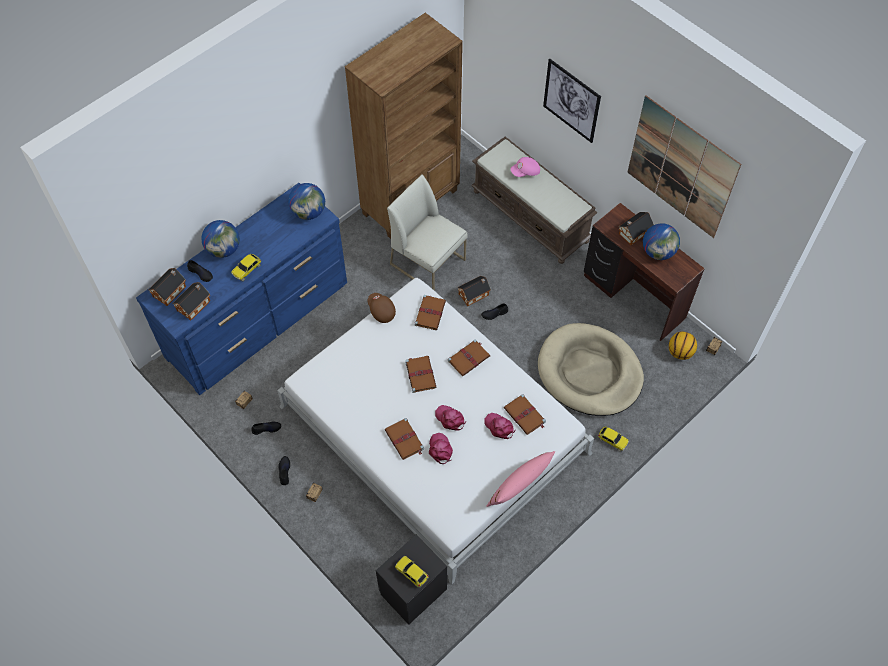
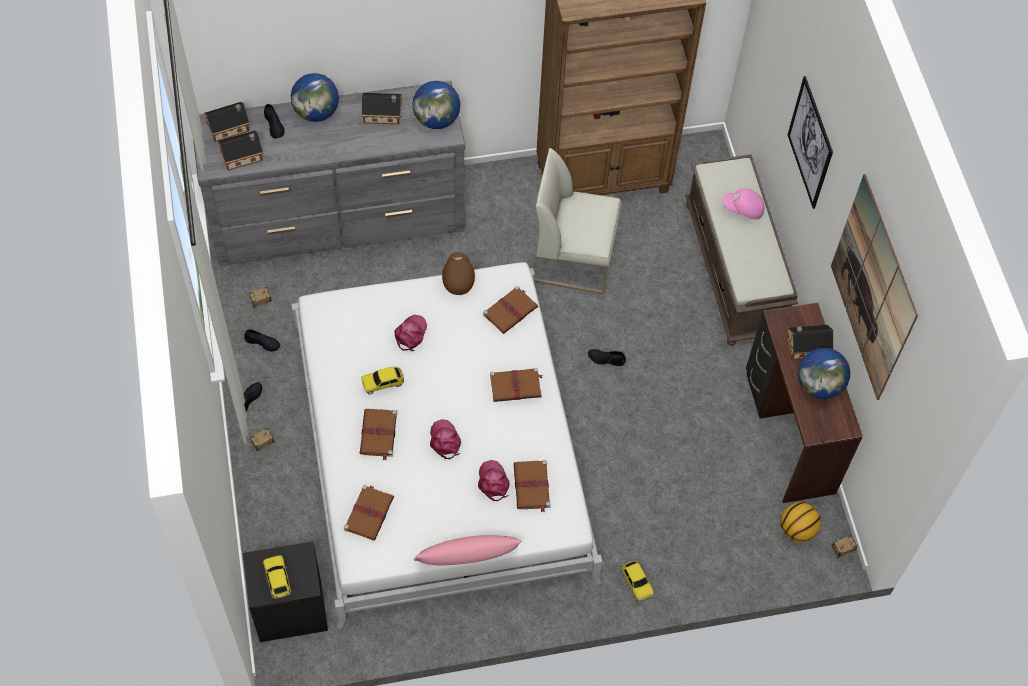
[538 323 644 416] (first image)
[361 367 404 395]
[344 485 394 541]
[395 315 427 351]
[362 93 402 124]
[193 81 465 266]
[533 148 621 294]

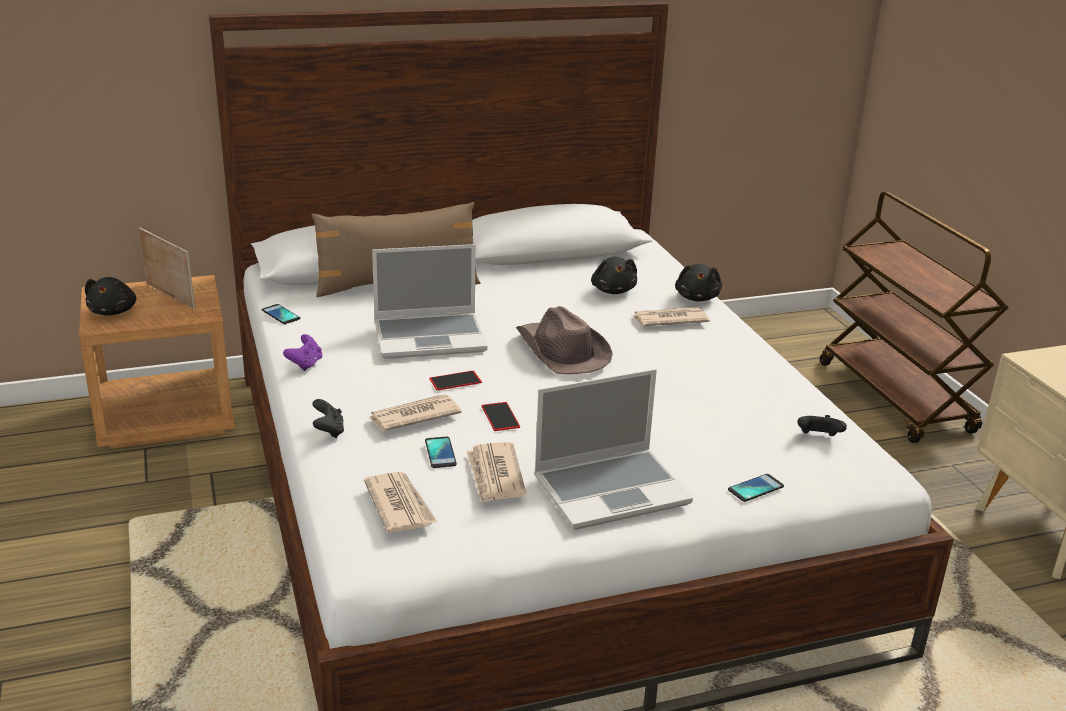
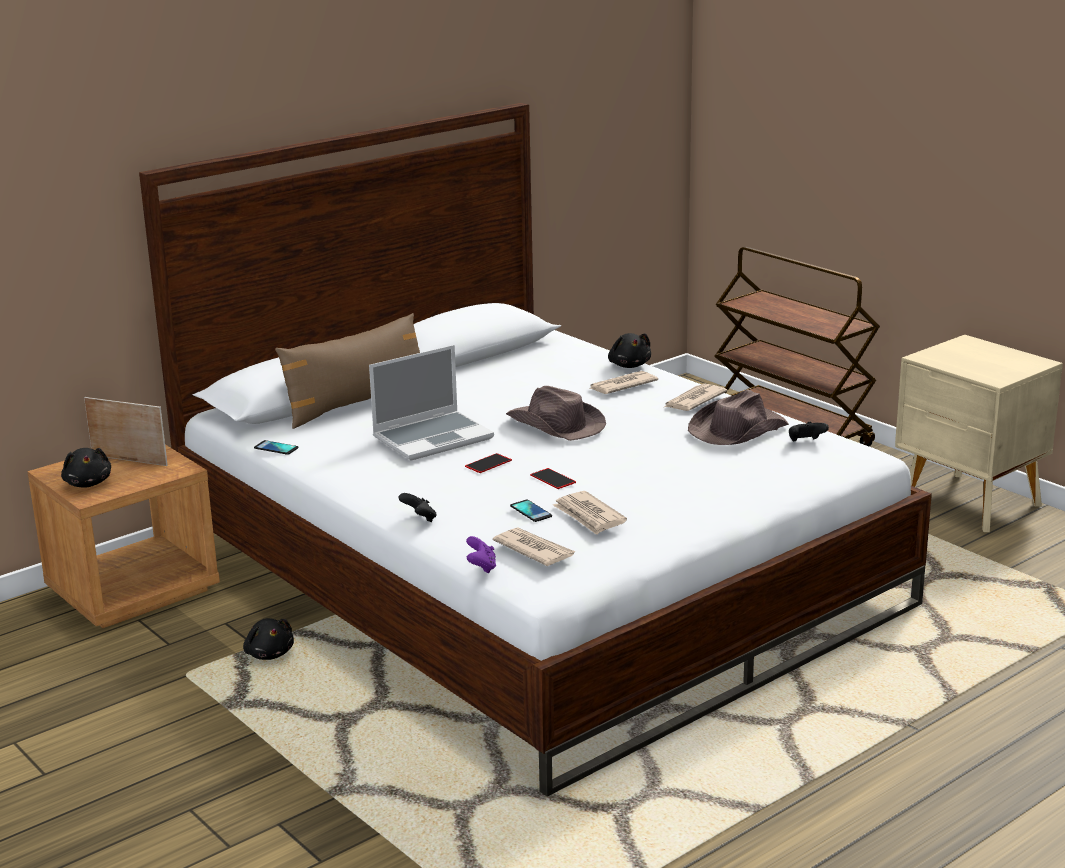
[534 369 693 530] (first image)
[728 474 784 502] (first image)
[688 390 789 445]
[466 536 496 573]
[665 384 727 411]
[243 618 294 660]

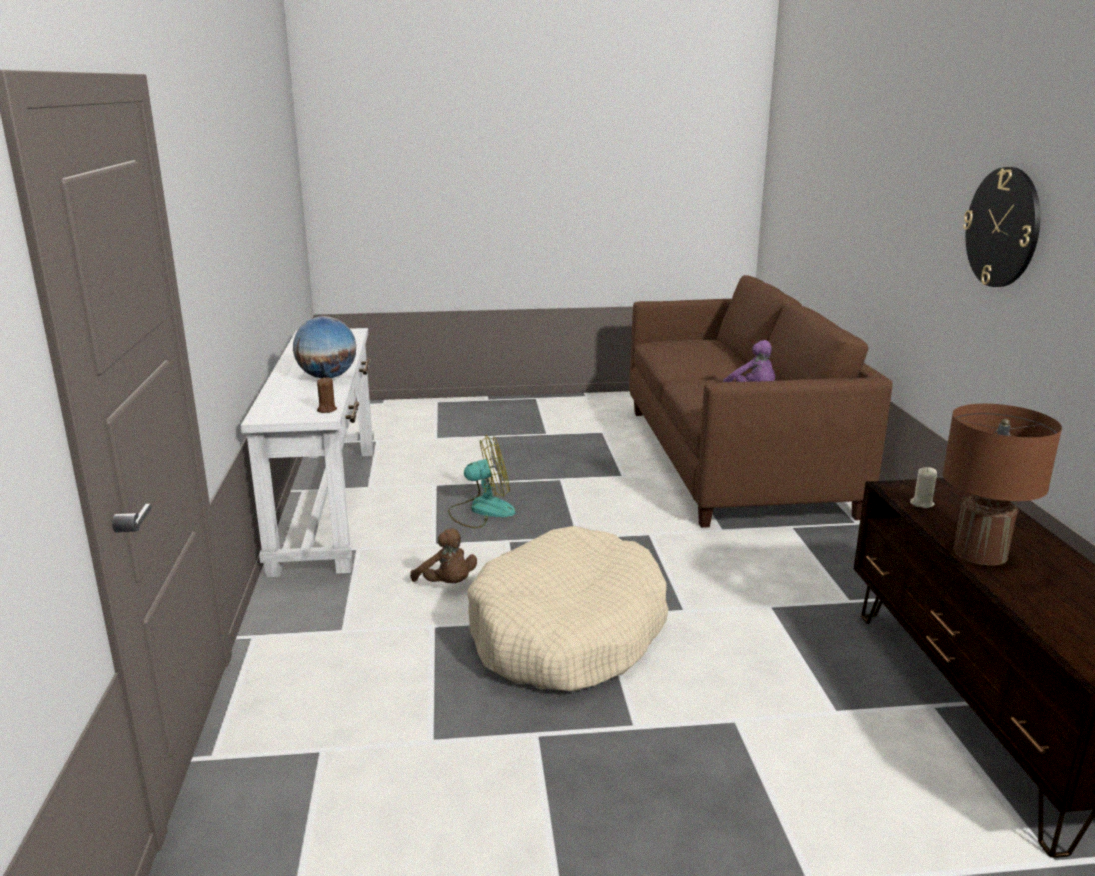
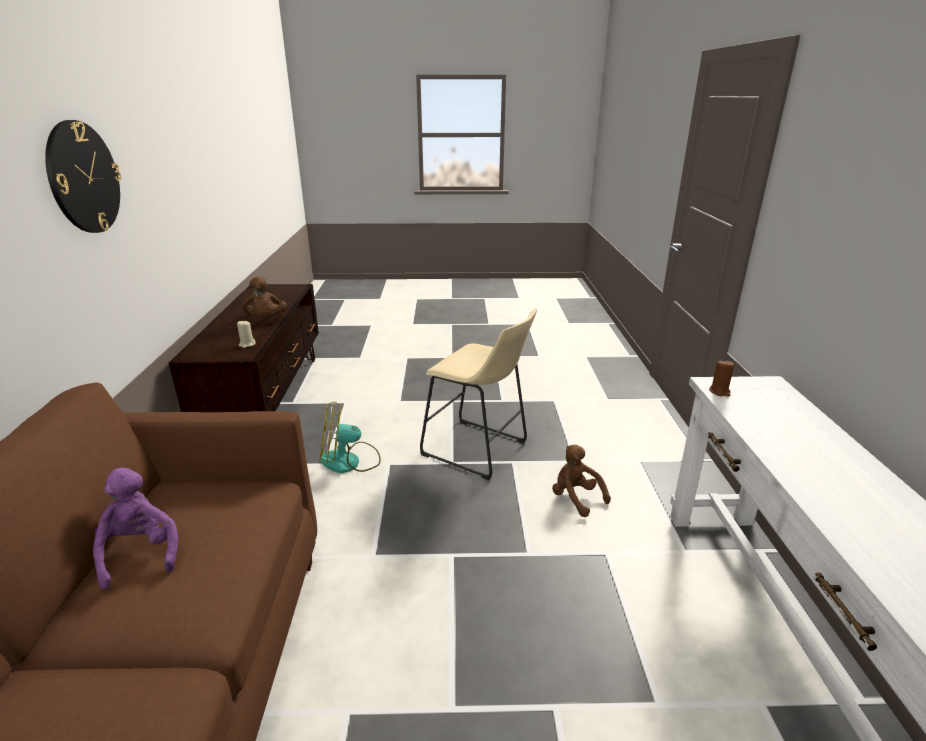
[293 316 356 378] (first image)
[320 401 381 473]
[420 308 537 480]
[242 276 287 317]

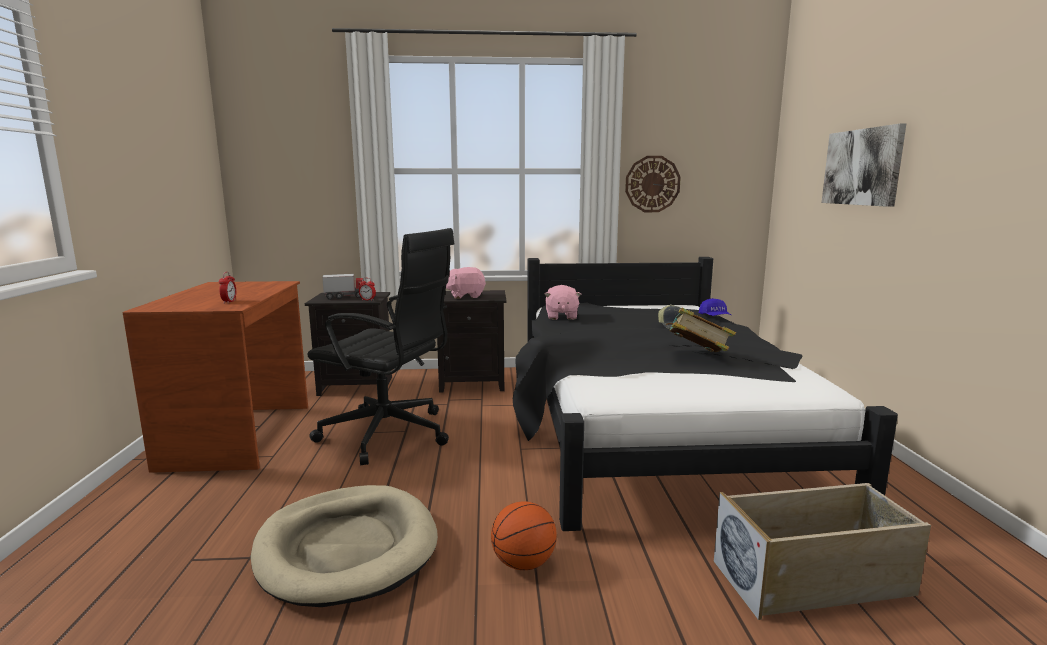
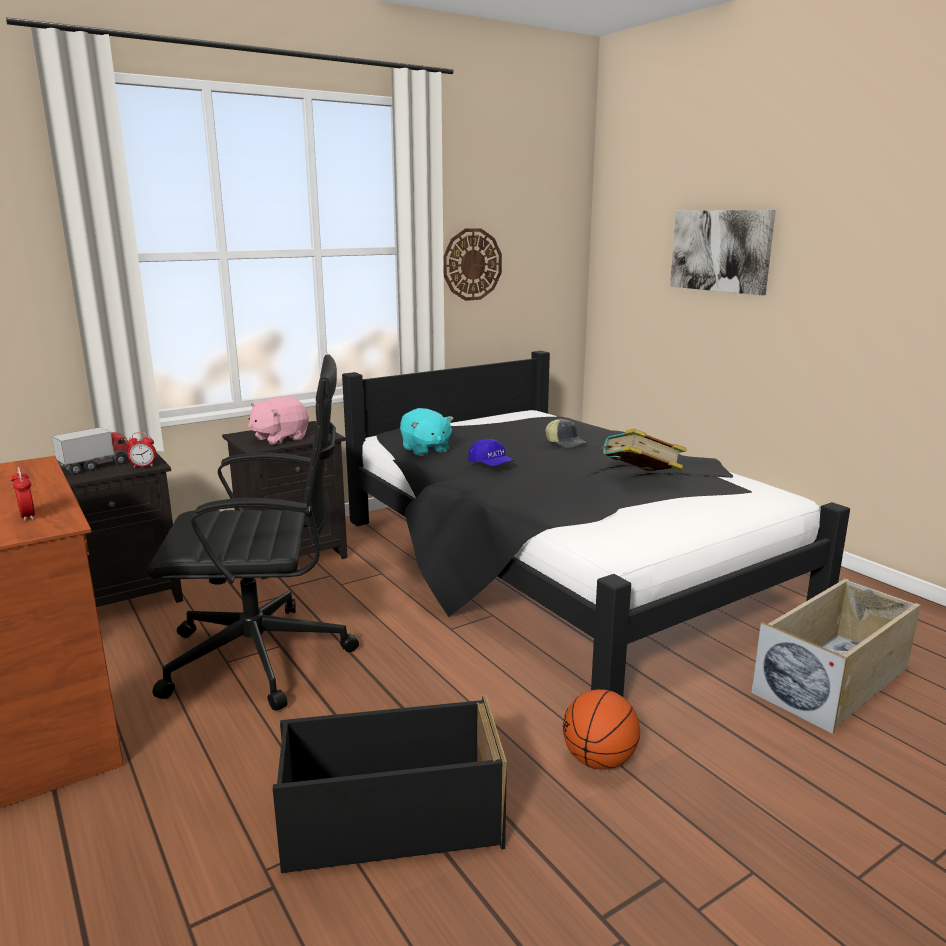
[468 439 515 466]
[273 695 507 873]
[400 408 454 456]

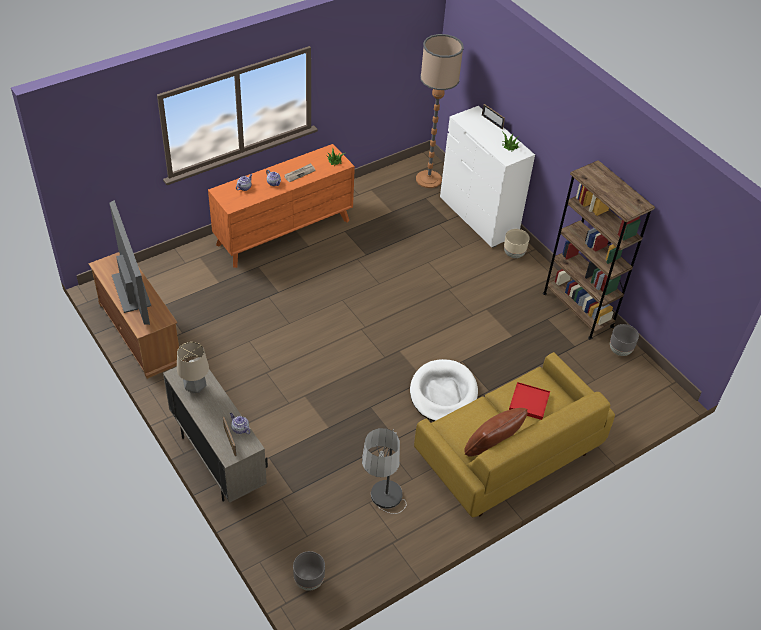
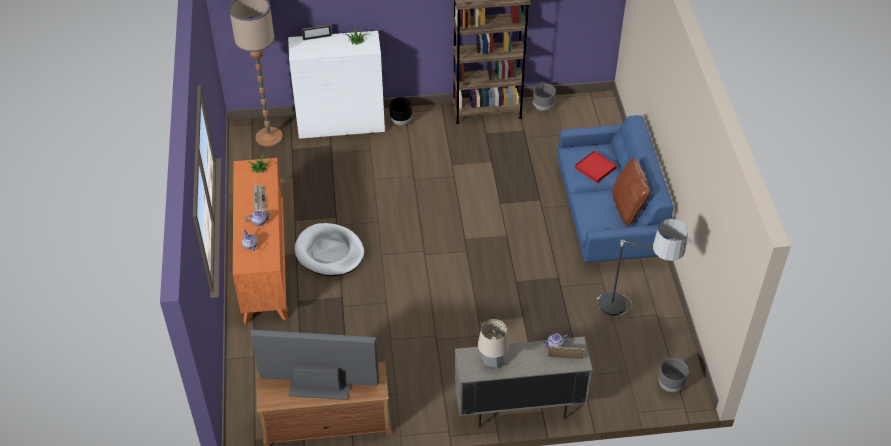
[295 223 364 276]
[558 115 673 263]
[389 97 412 126]

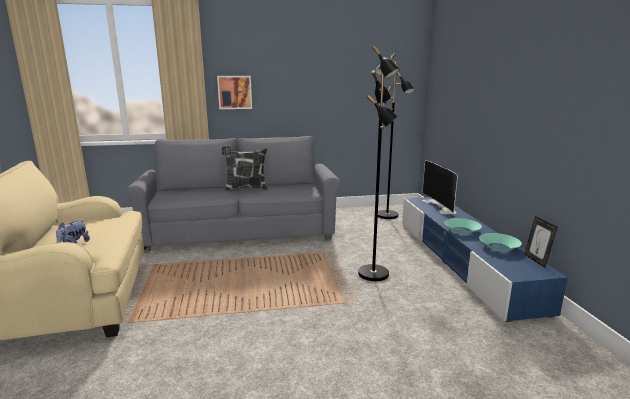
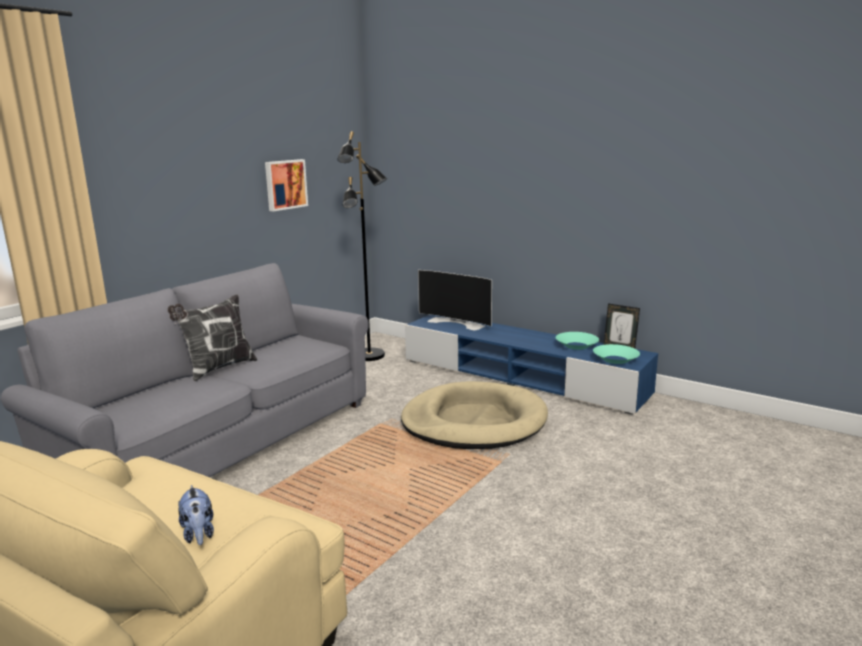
[265 159 308 211]
[593 344 640 364]
[401 381 548 449]

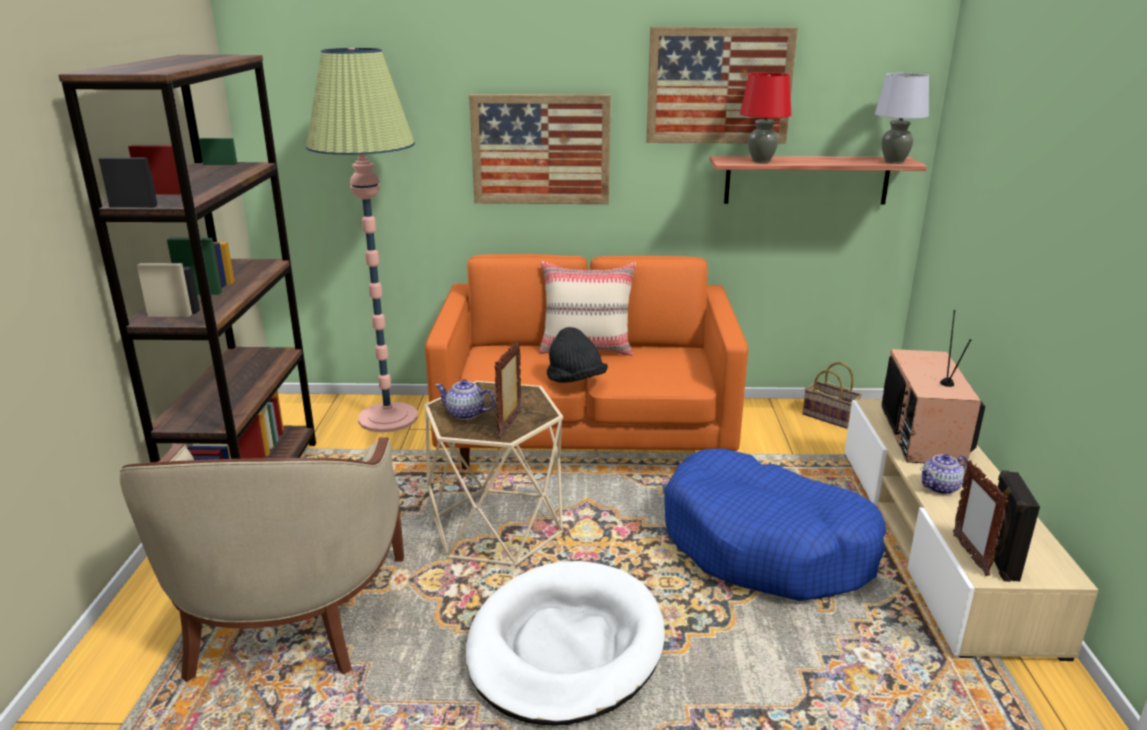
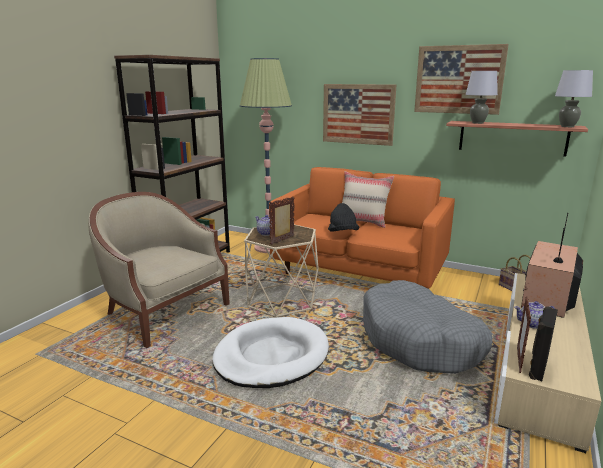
[363 280 493 374]
[466 71 498 124]
[88 192 230 348]

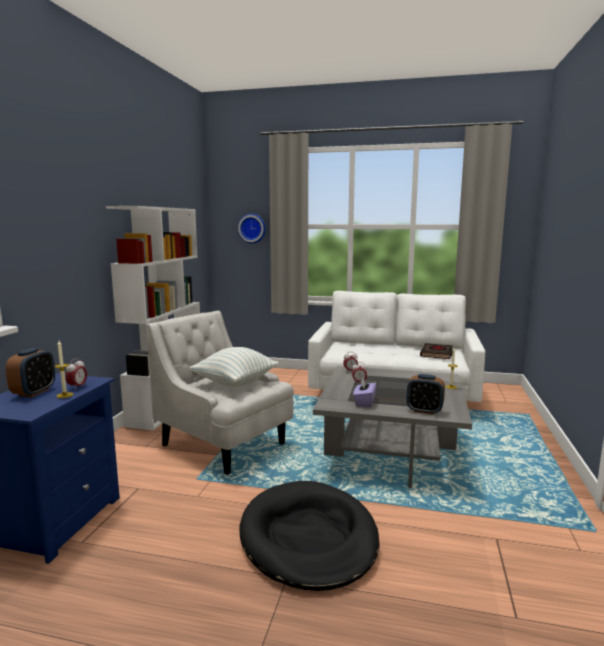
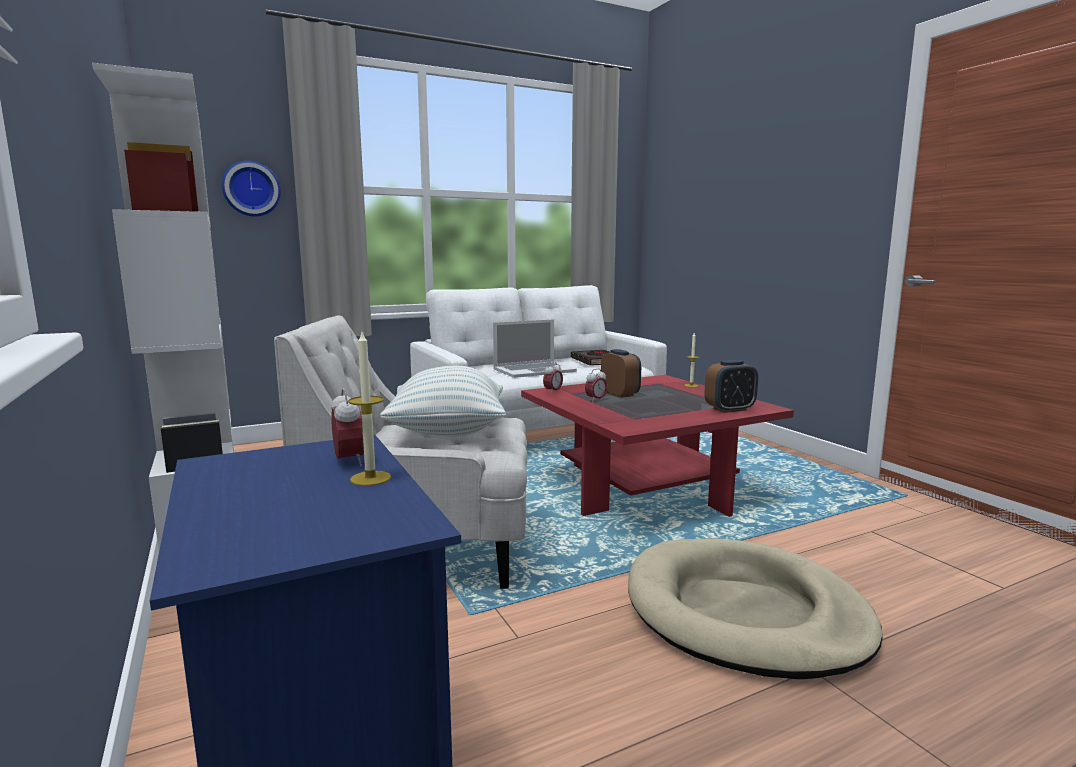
[353 377 376 407] (first image)
[493 319 577 378]
[601 349 641 398]
[628 539 882 679]
[521 375 794 517]

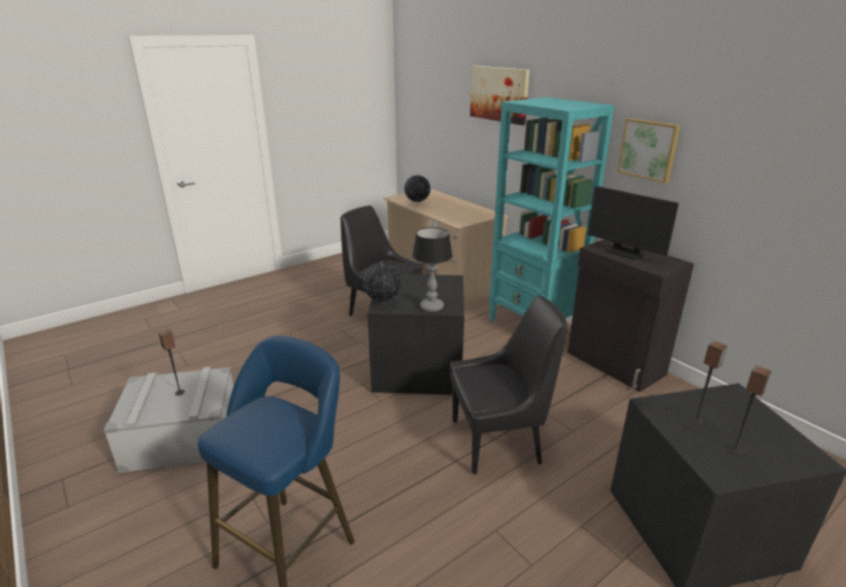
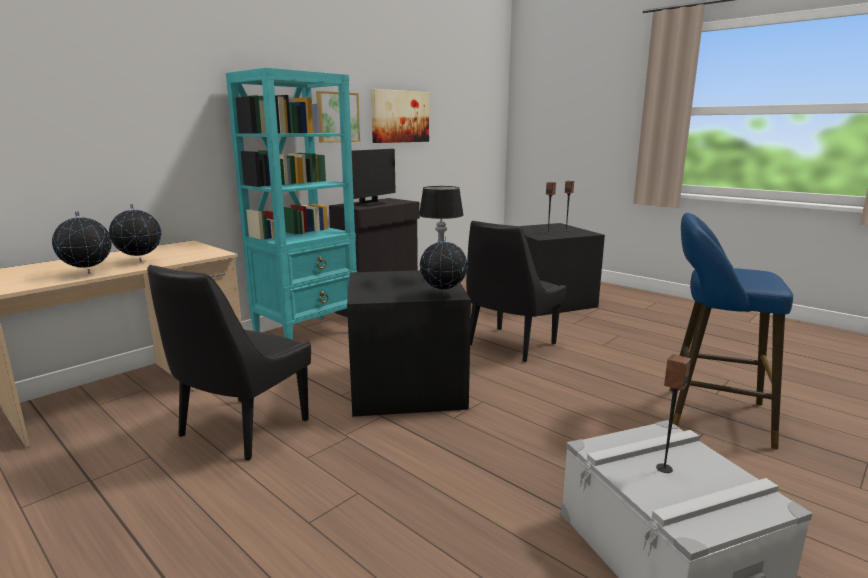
[109 204 161 262]
[371 89 429 143]
[466 221 566 362]

